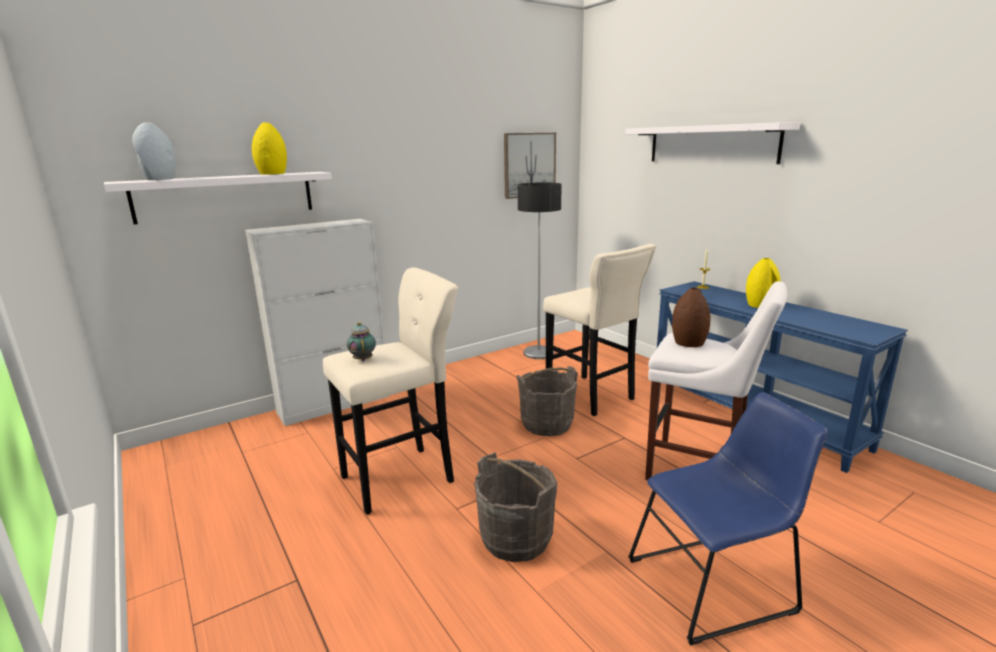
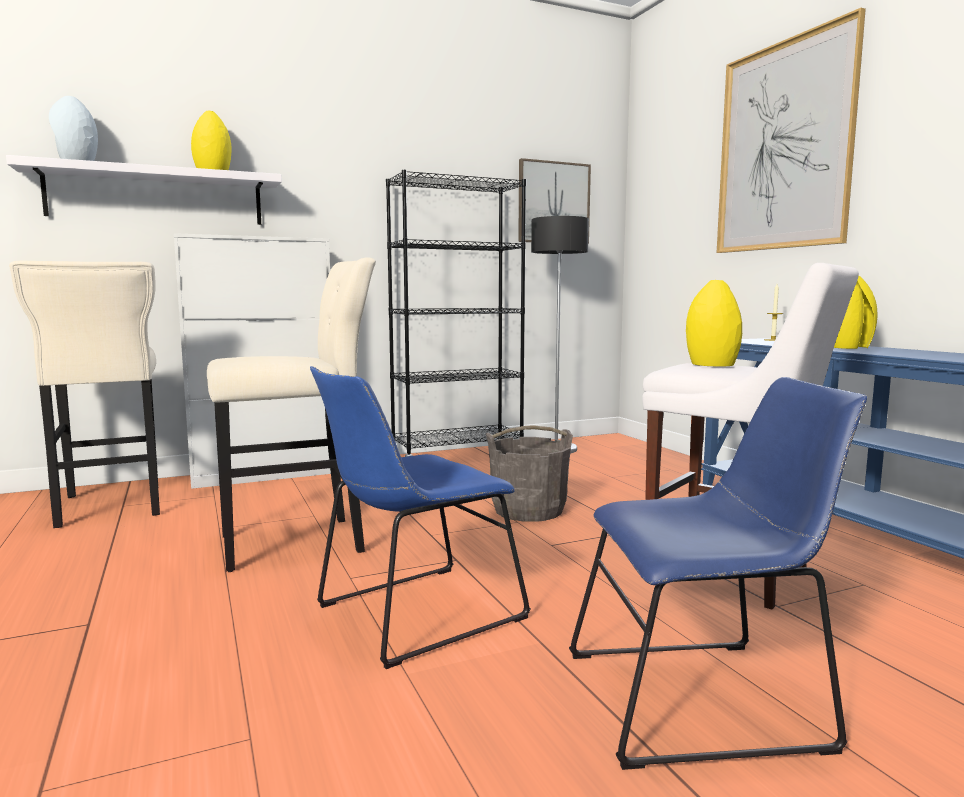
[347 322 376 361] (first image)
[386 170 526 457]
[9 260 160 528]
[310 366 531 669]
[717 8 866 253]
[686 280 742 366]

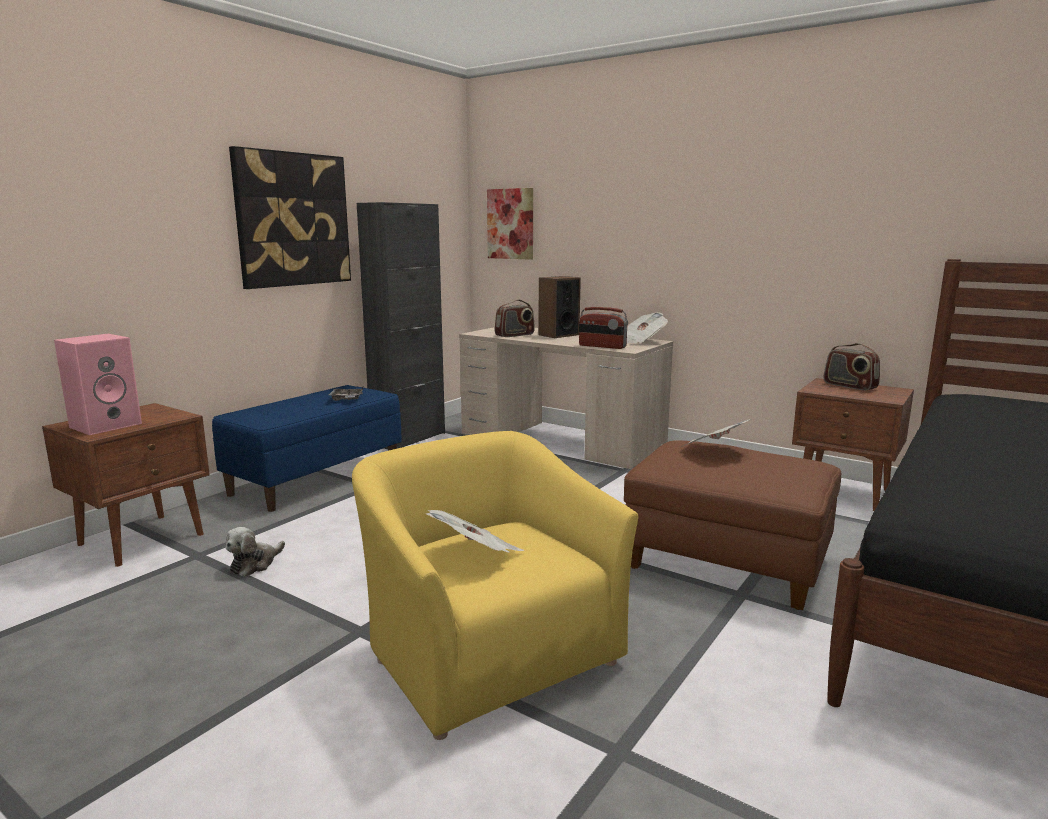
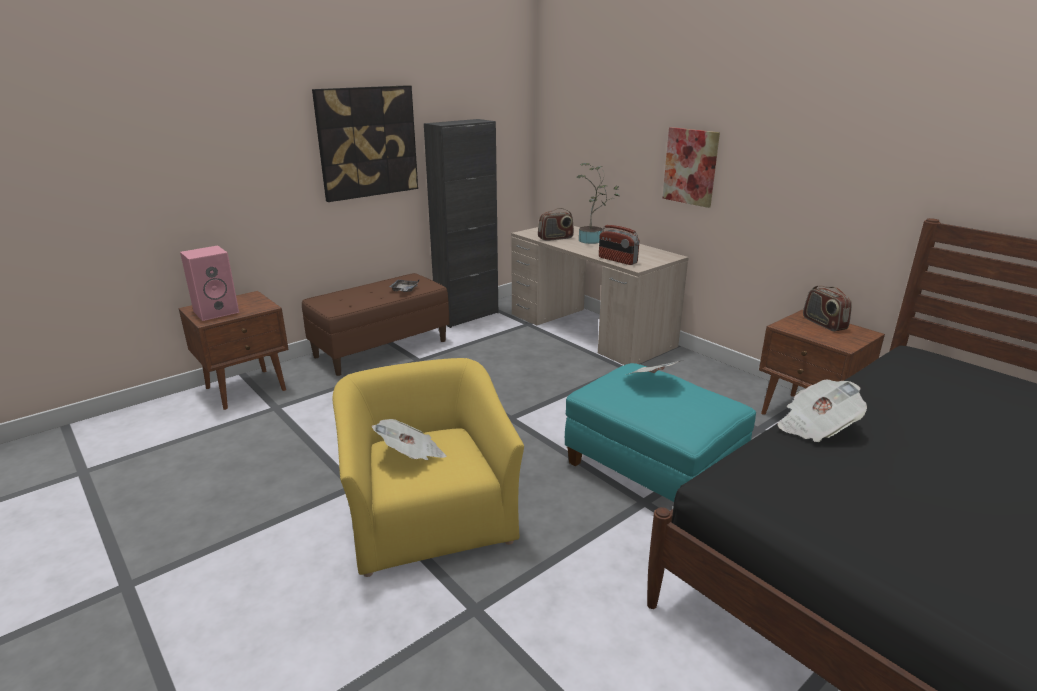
[225 527 285 577] (first image)
[663 127 720 208]
[777 379 867 442]
[577 163 619 244]
[302 273 450 376]
[565 363 756 502]

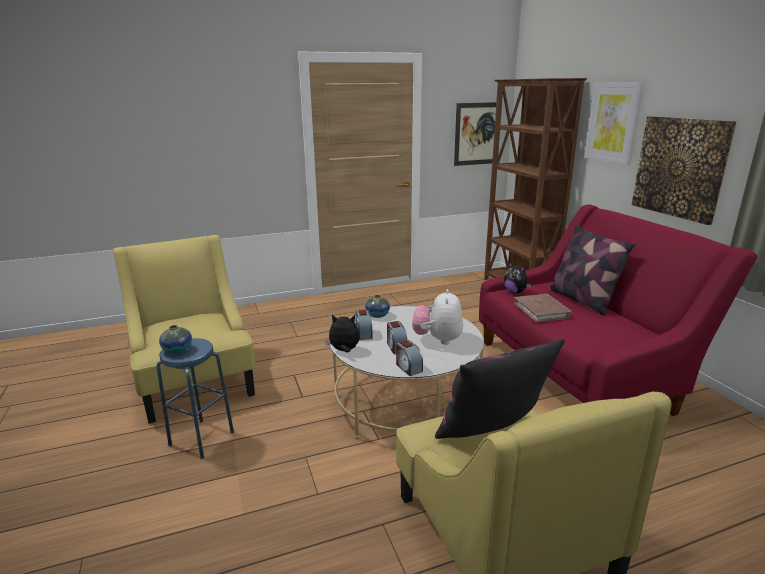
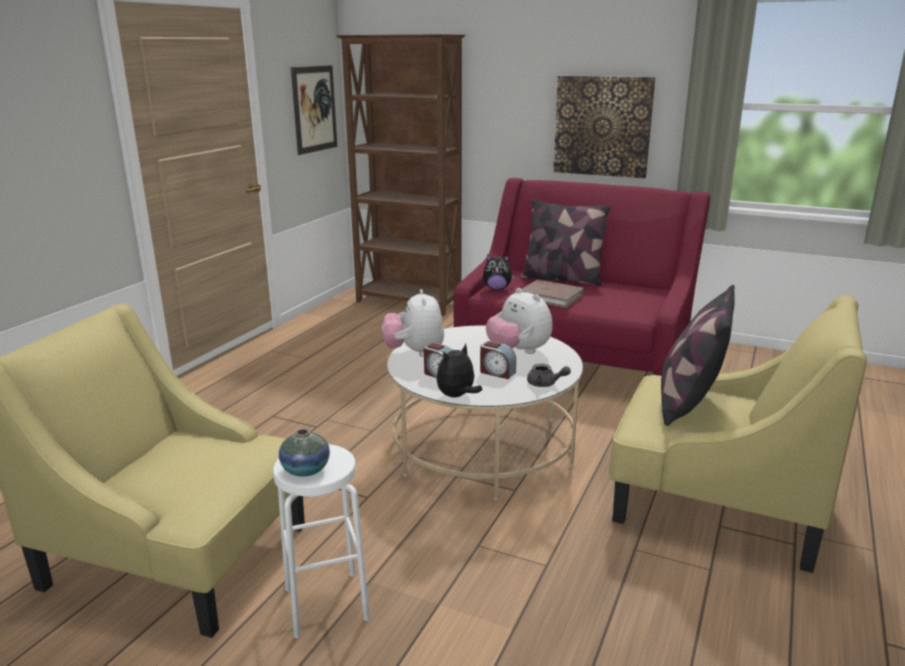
[584 82 644 165] (first image)
[382 289 444 357]
[527 364 571 387]
[273 444 370 639]

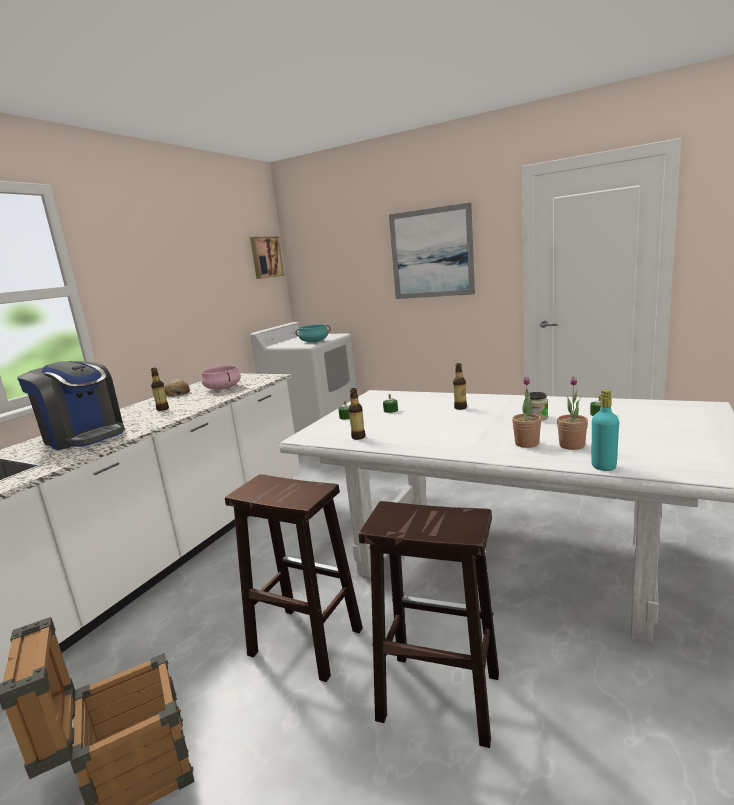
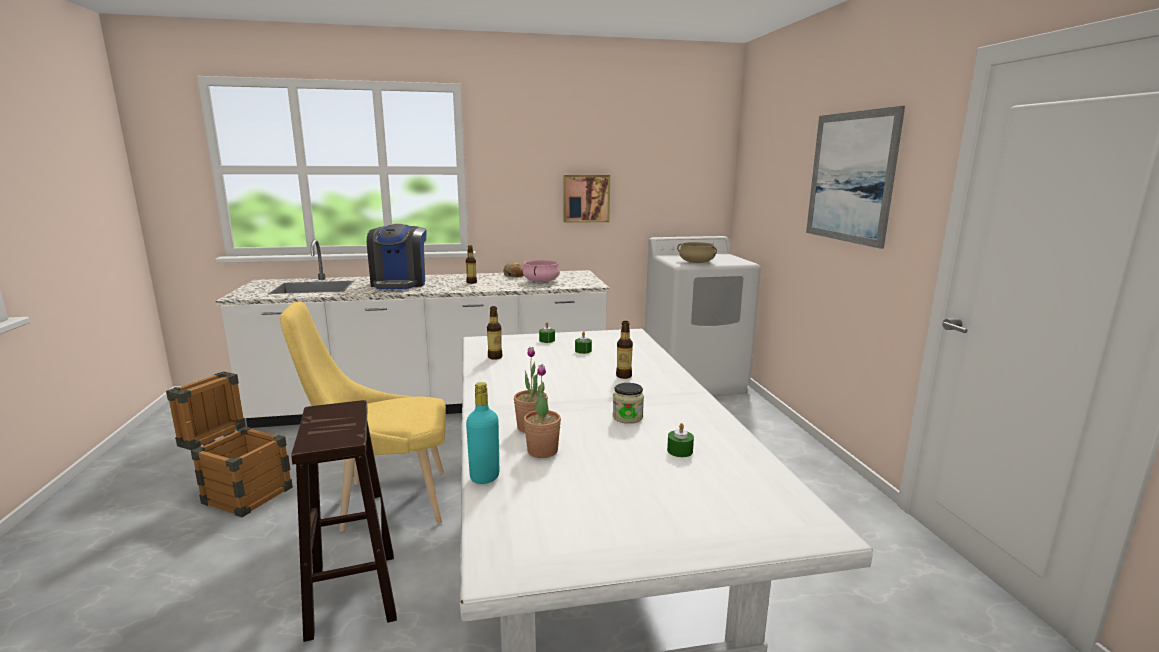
[564 175 610 223]
[280 301 446 532]
[677 242 717 263]

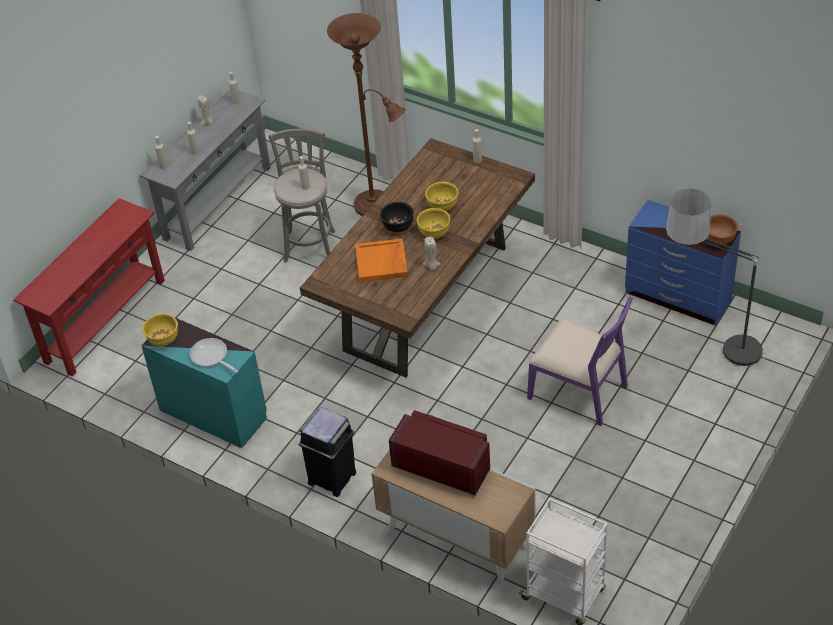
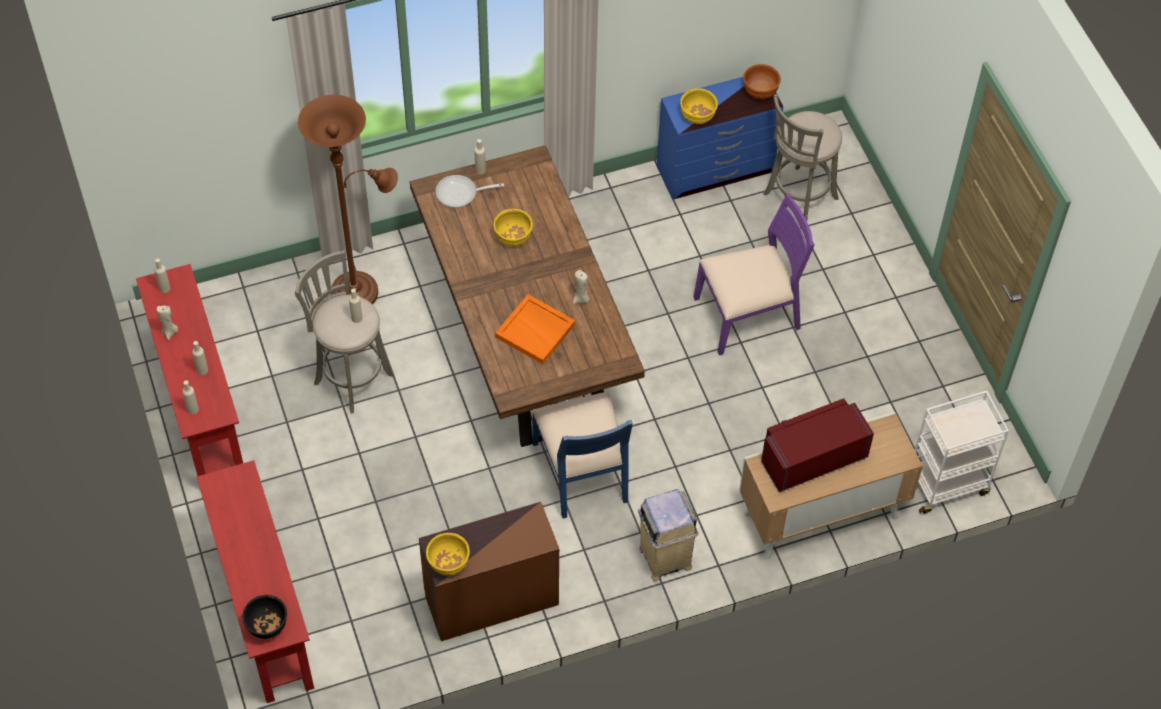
[532 392 633 519]
[435 175 504 208]
[242 595 287 639]
[680 88 718 124]
[763 94 842 220]
[136 264 243 476]
[419 502 559 641]
[638 489 698 582]

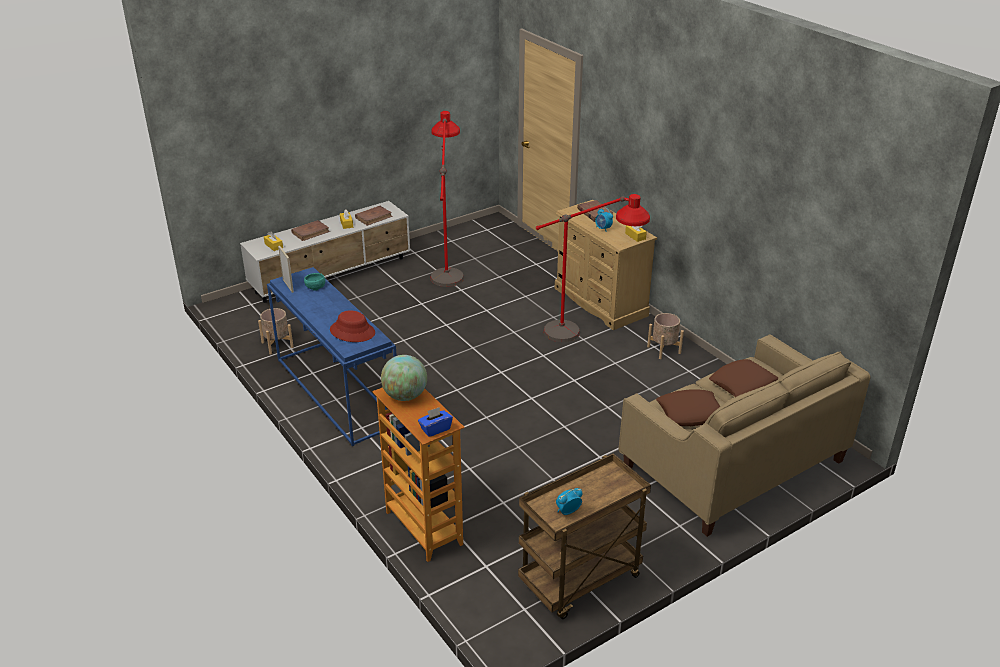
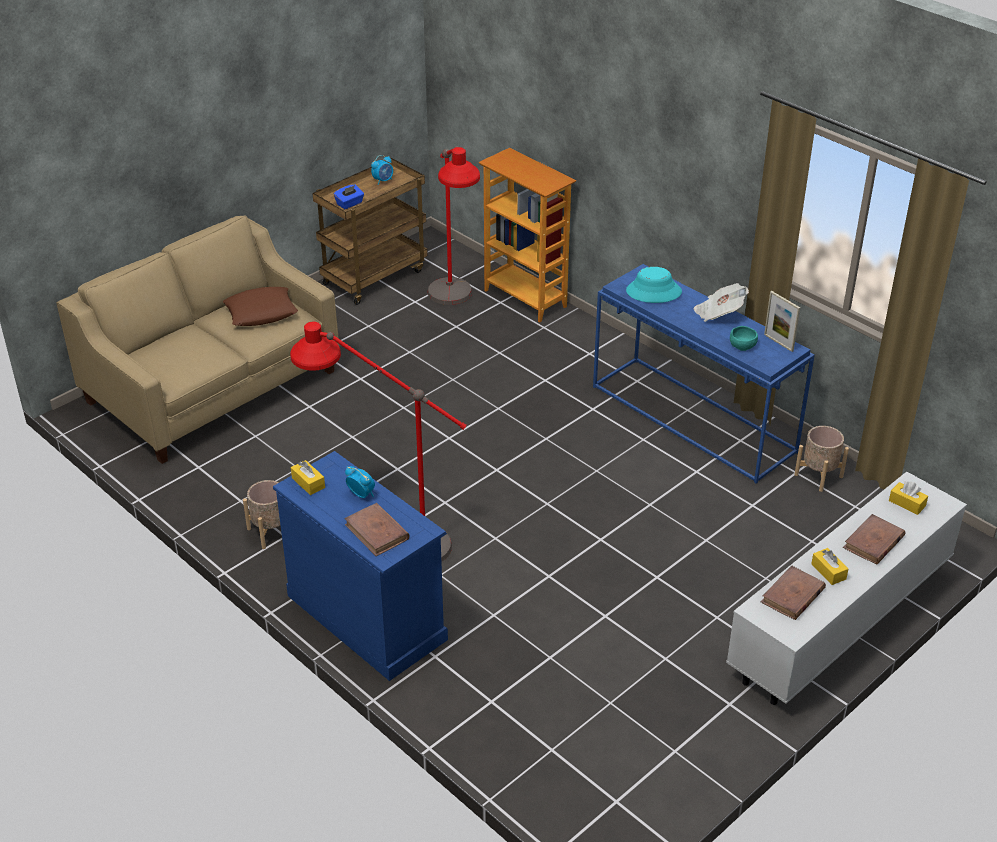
[381 355 427 401] (first image)
[709 359 778 397] (first image)
[694 283 749 322]
[334 185 364 209]
[428 146 480 305]
[626 267 682 303]
[273 451 448 681]

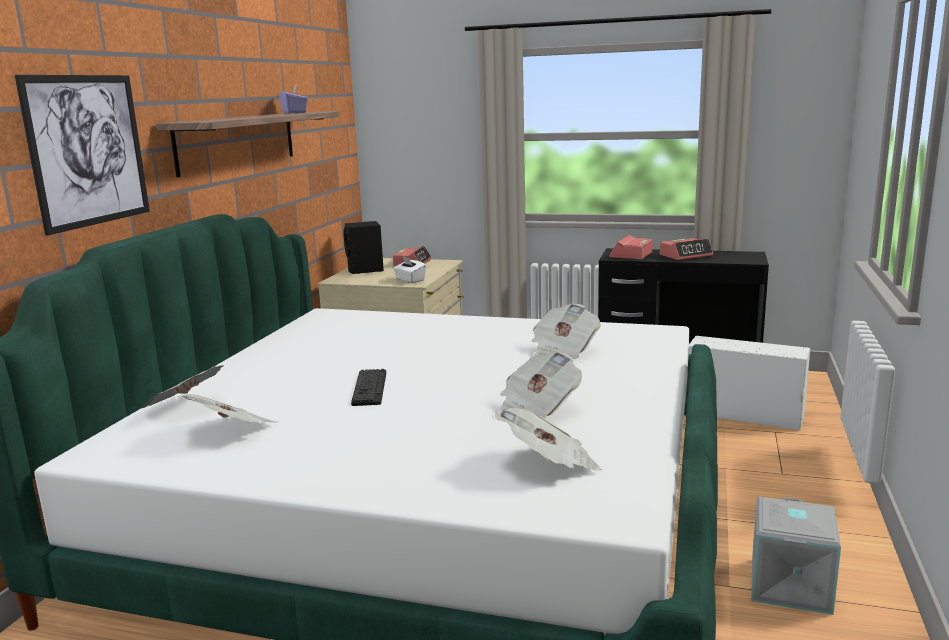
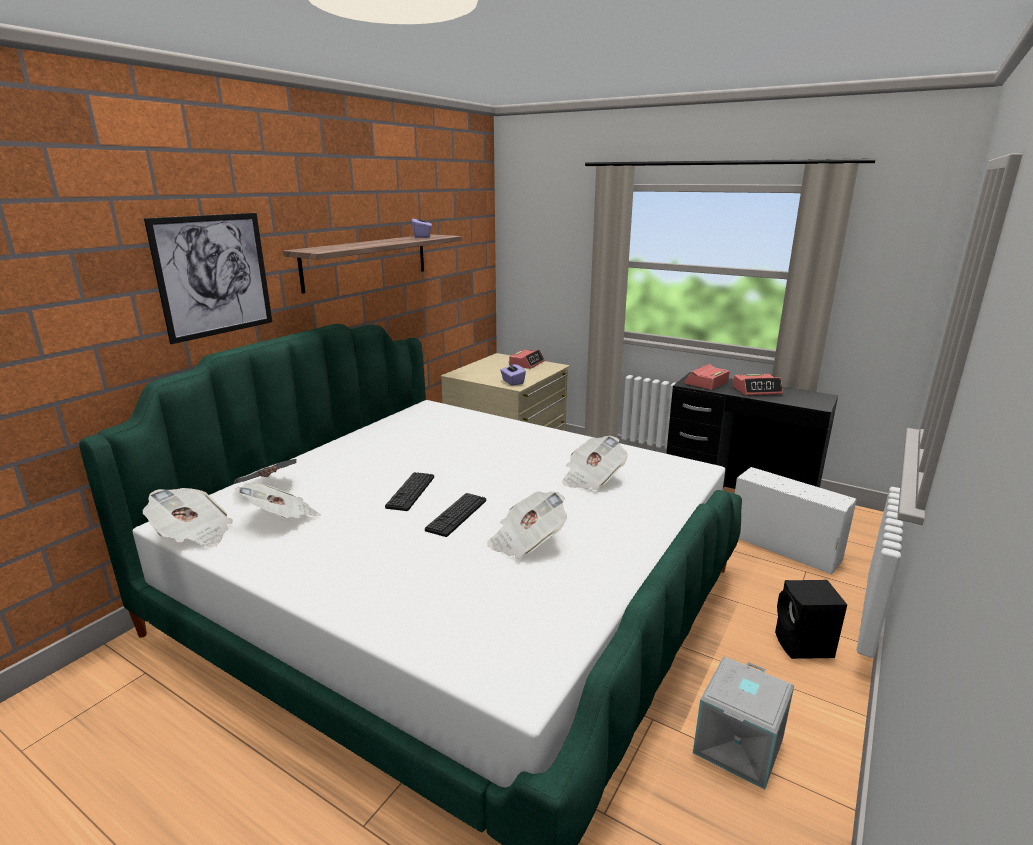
[425 493 486 537]
[775 580 847 659]
[143 488 233 547]
[500 361 526 386]

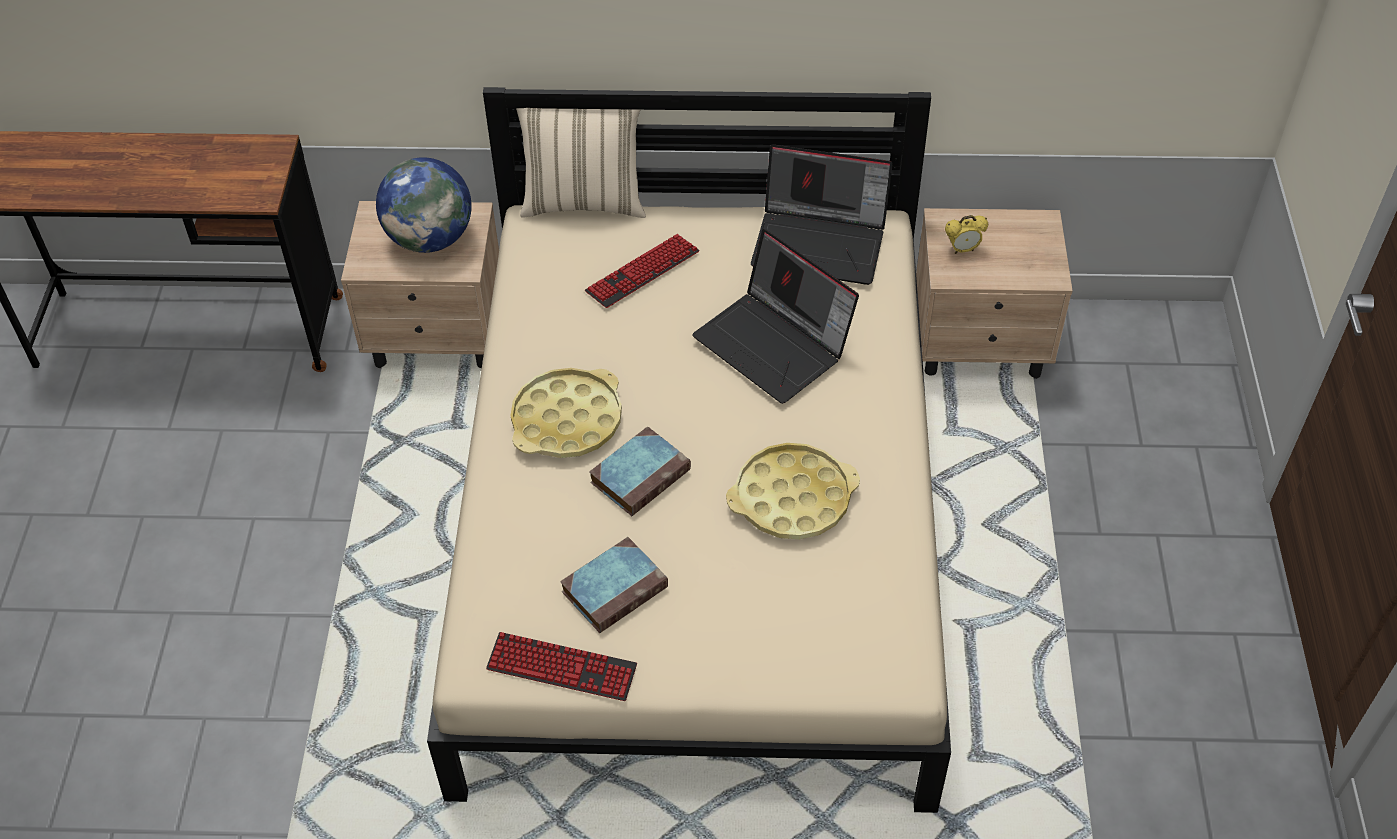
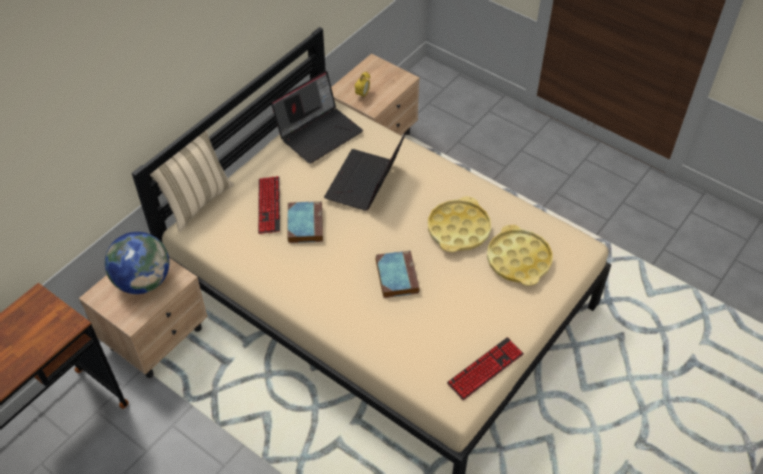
[487 225 553 286]
[288 201 323 243]
[324 133 406 211]

